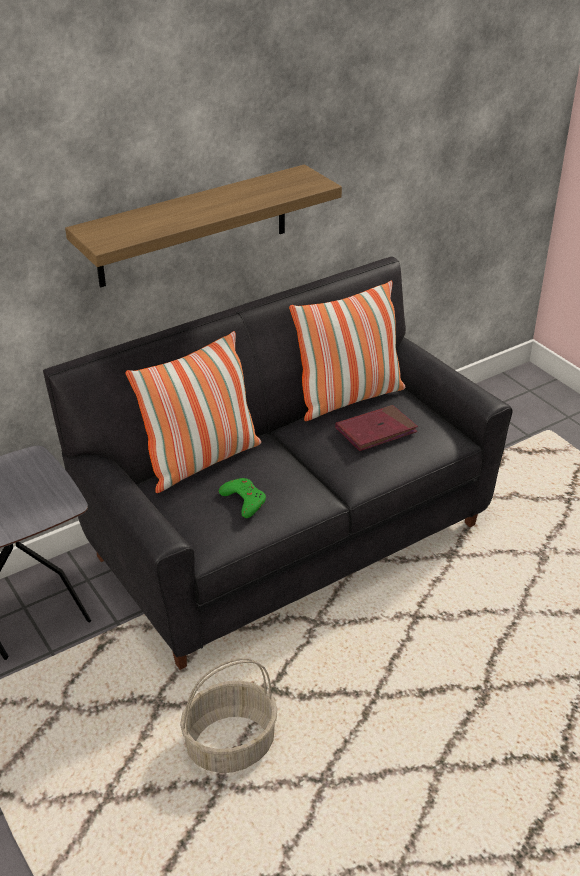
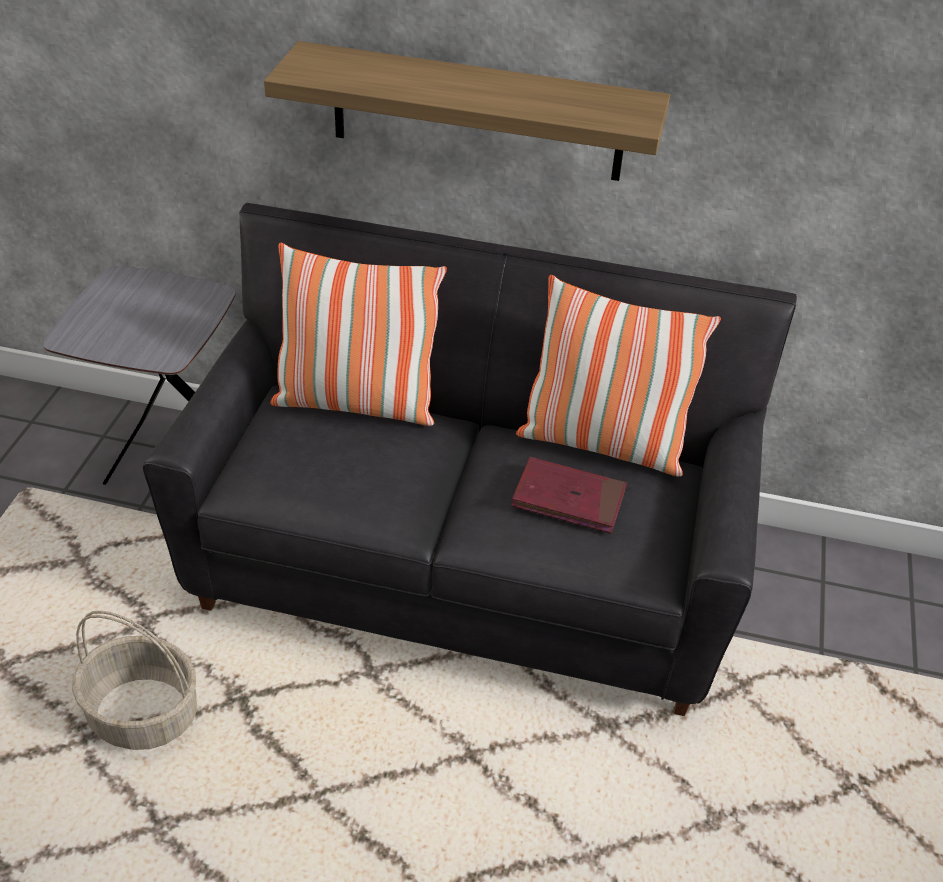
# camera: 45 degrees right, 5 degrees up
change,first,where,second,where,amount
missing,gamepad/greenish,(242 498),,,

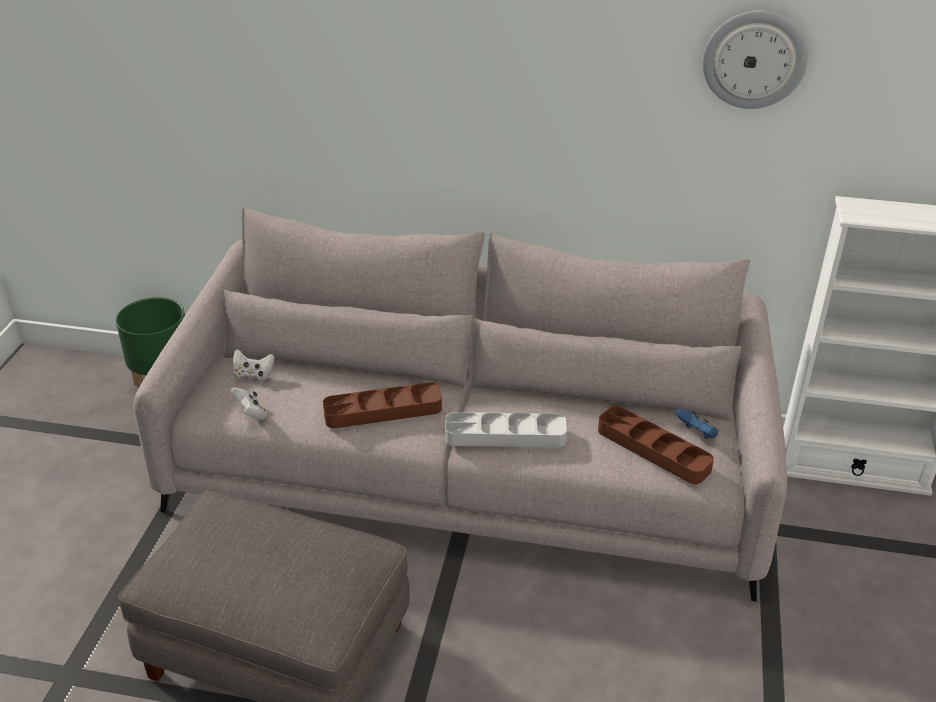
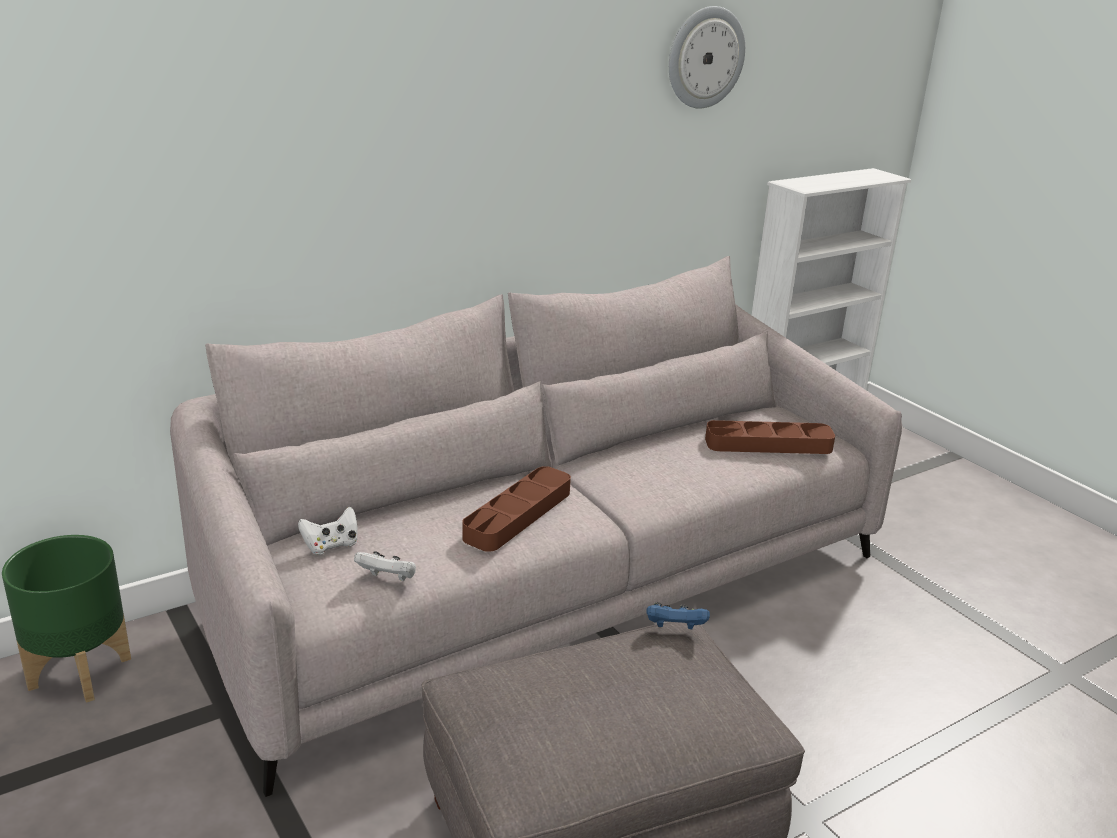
# camera: 45 degrees left, 10 degrees down
change,first,where,second,where,amount
missing,tray/gray,(506 430),,,
relocated,gamepad/bluish,(696 424),,(678 615),

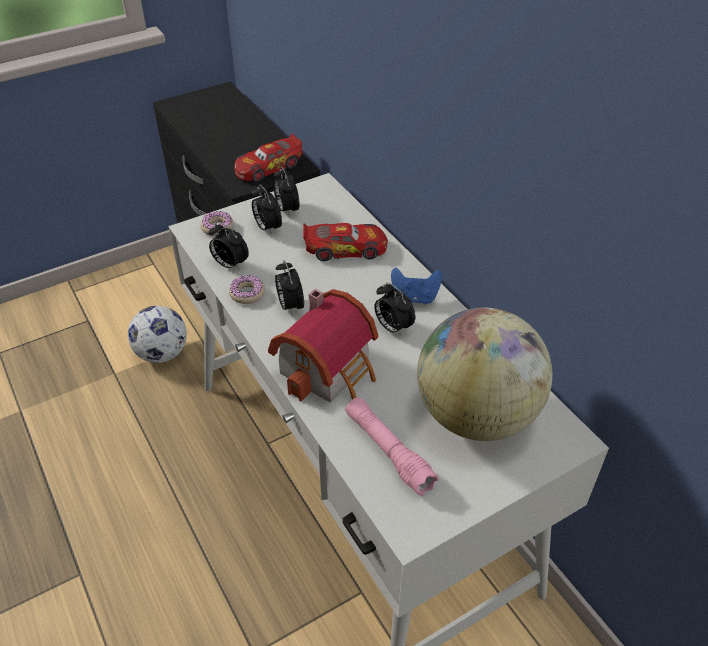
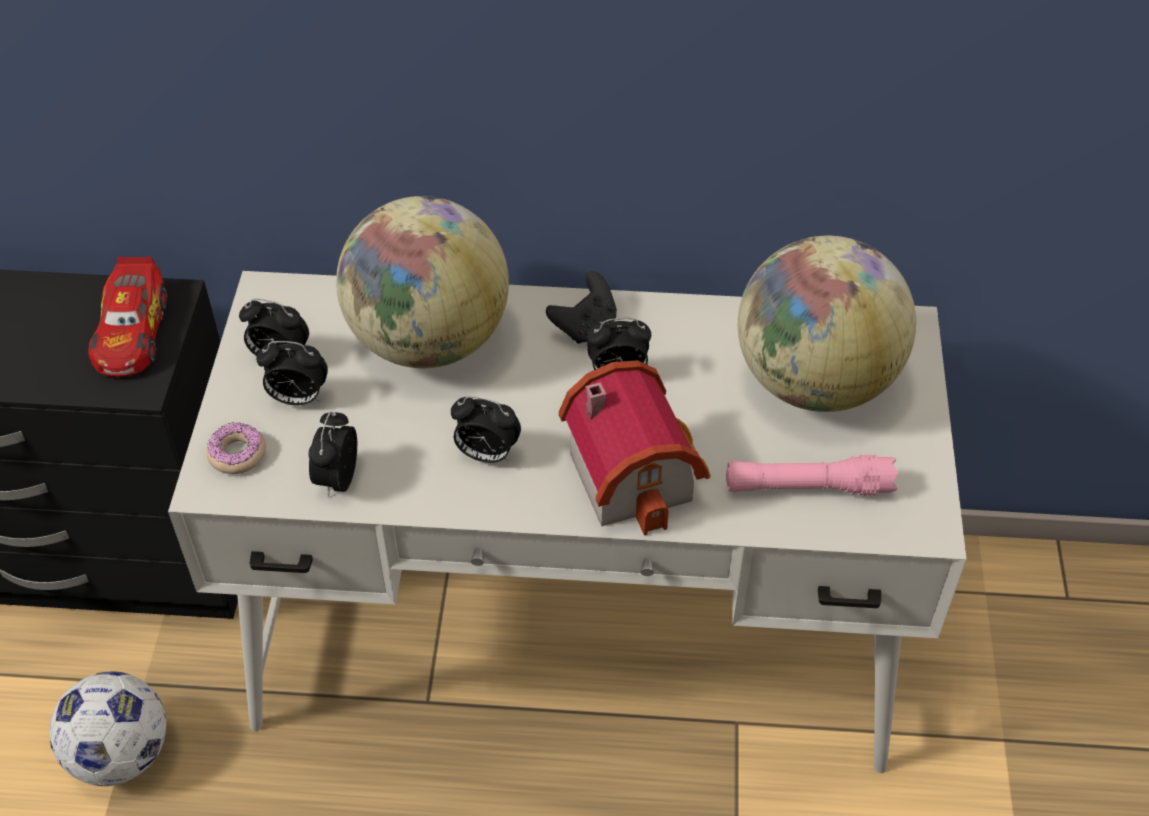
# camera: 55 degrees left, 5 degrees up
change,first,where,second,where,amount
spun,alarm clock,(228 246),,(332 454),120 degrees clockwise
missing,doughnut,(247 289),,,
exchanged,miniature car,(345 242),world globe,(422 282),
colour,gamepad/bluish,(416 286),gamepad/black-coloured,(581 307),

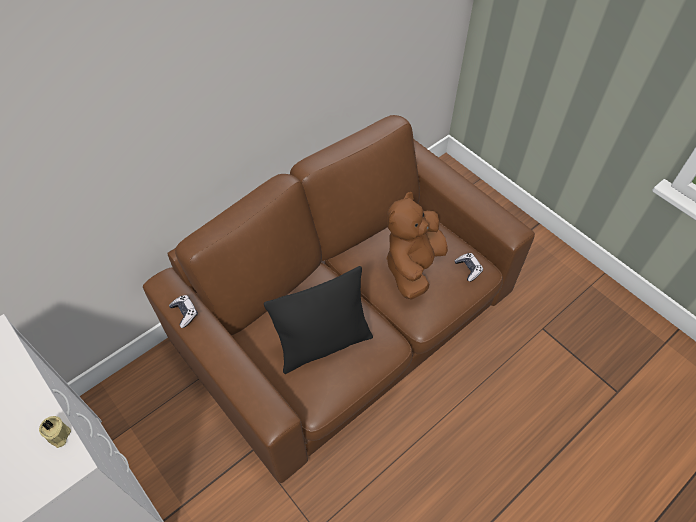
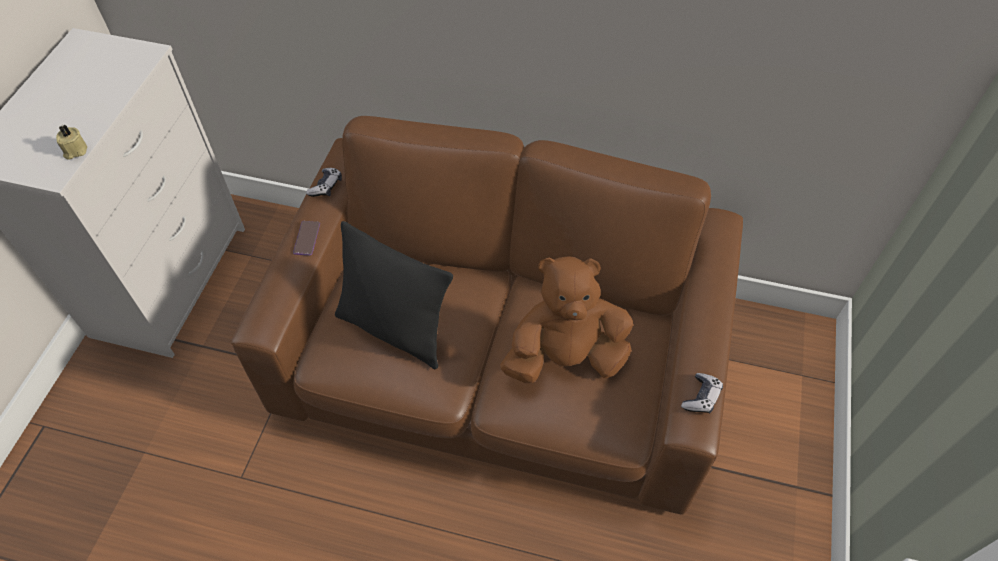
# camera: 55 degrees right, 0 degrees up
change,first,where,second,where,amount
relocated,gamepad,(468 267),,(702 393),
appeared,,,telephone,(306 238),

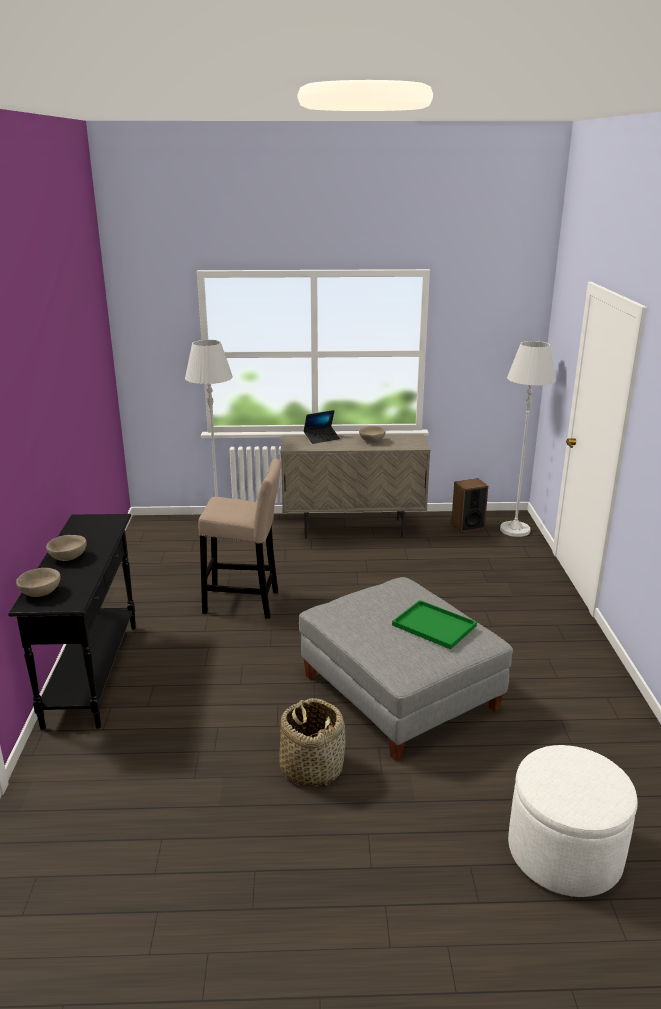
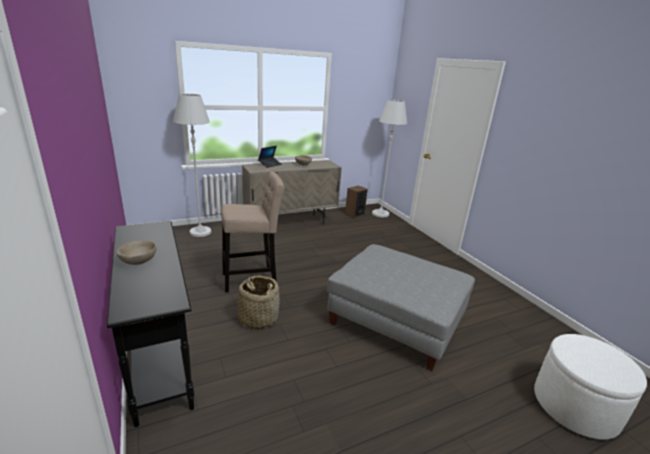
# camera: 25 degrees left, 0 degrees up
change,first,where,second,where,amount
missing,bowl/beige,(38 582),,,
relocated,household basket,(312 742),,(258 302),
missing,tray/greenish,(434 625),,,

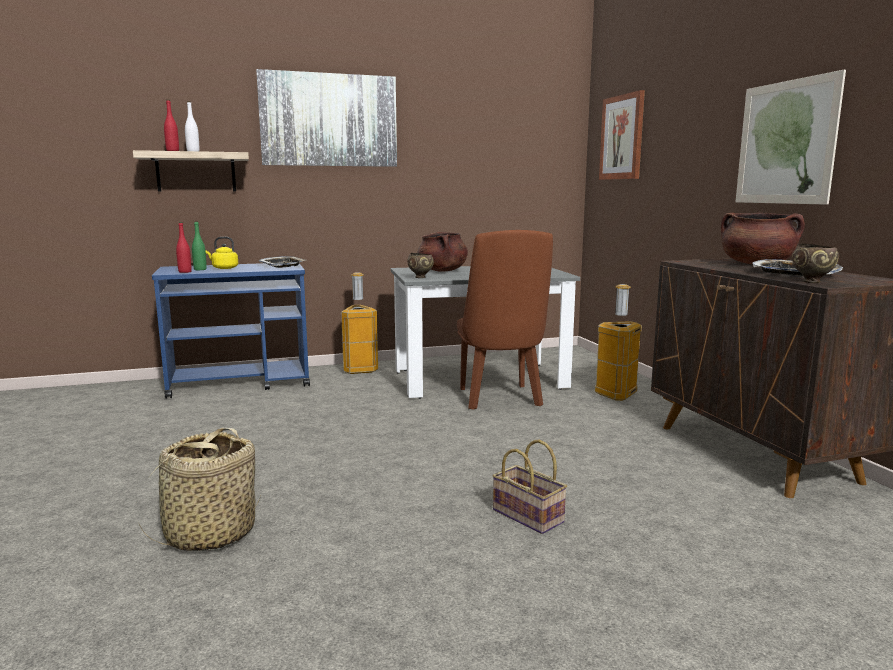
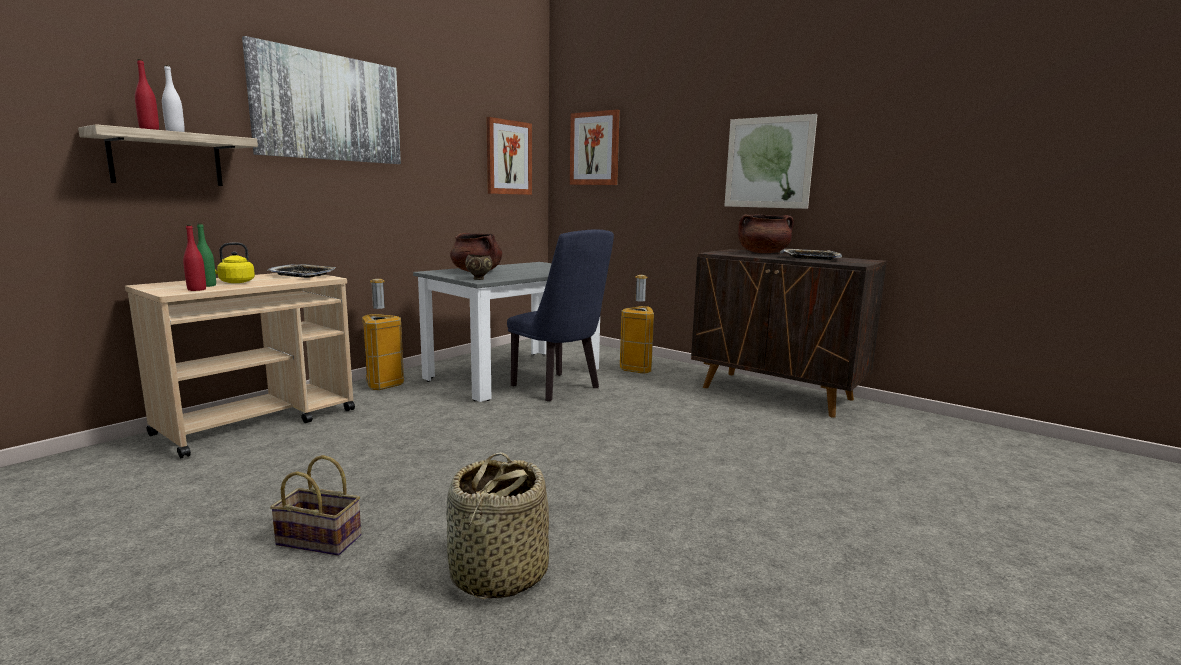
# camera: 35 degrees left, 0 degrees up
change,first,where,second,where,amount
colour,wheeled cart/bluish,(231 331),wheeled cart/beige,(240 365),
colour,plain chair/brown,(505 320),plain chair/bluish,(560 315),
relocated,household basket,(529 487),,(315 505),
missing,bowl/brown,(815 263),,,
appeared,,,wall picture,(509 156),

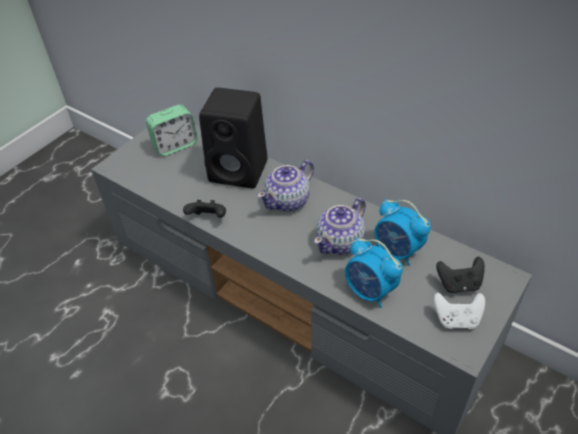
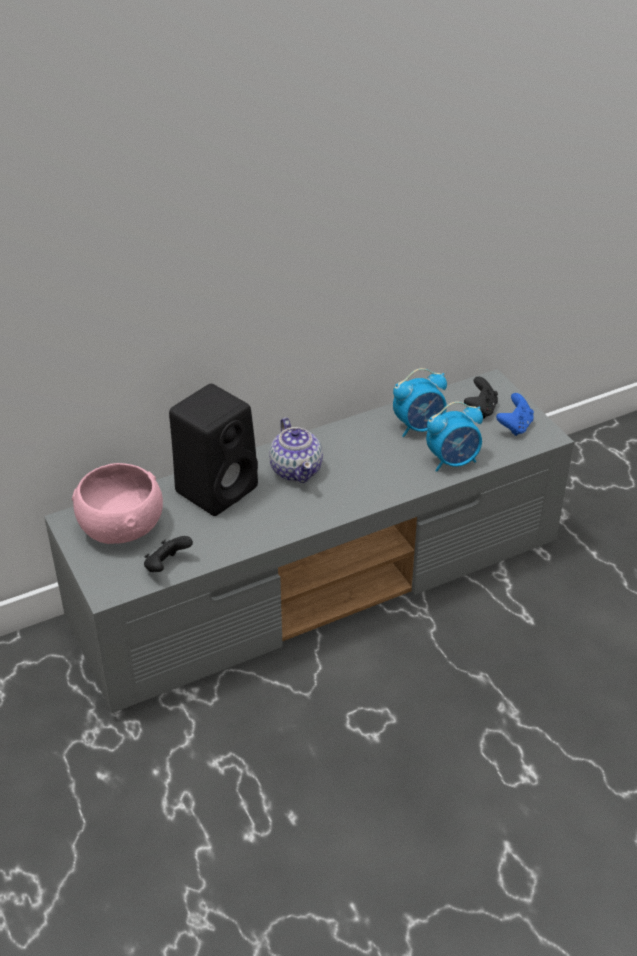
# camera: 65 degrees left, 5 degrees down
change,first,where,second,where,amount
exchanged,alarm clock,(172 130),bowl/pink-coloured,(117 503),
relocated,gamepad/black-coloured,(204 209),,(168 554),
missing,pot for tea,(340 226),,,
colour,gamepad/white,(459 310),gamepad/bluish,(515 414),

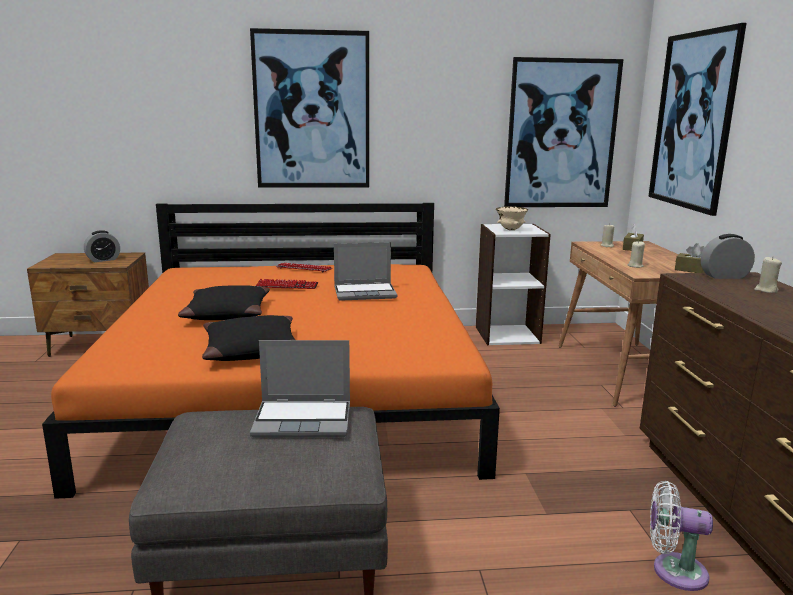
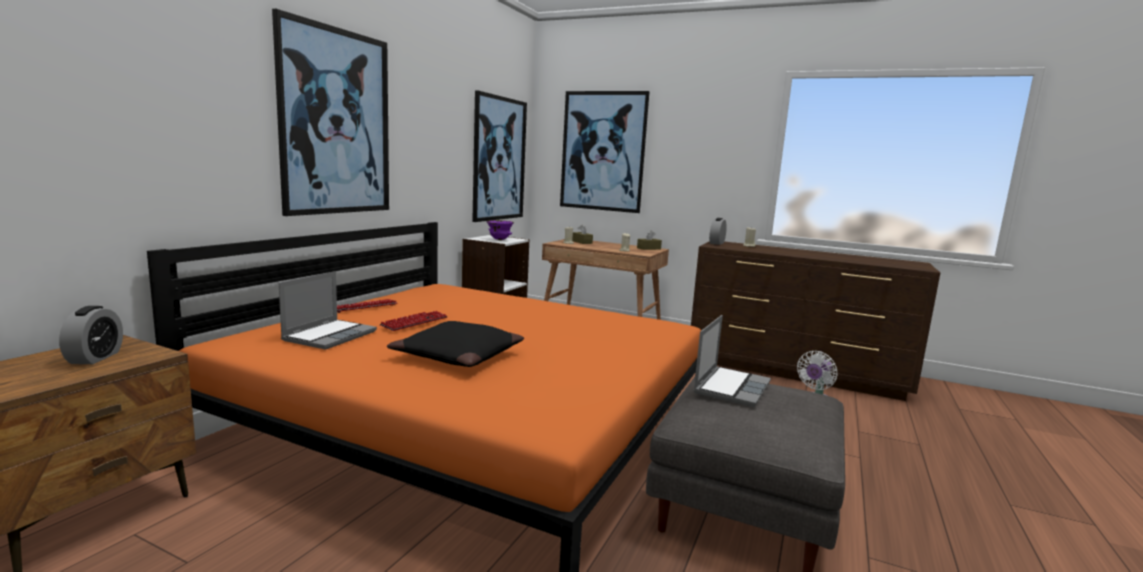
# camera: 60 degrees left, 5 degrees down
change,first,where,second,where,amount
missing,cushion/black-coloured,(248 338),,,
relocated,laptop,(365 271),,(328 310),
colour,bowl/beige,(512 218),bowl/purplish,(500 230),

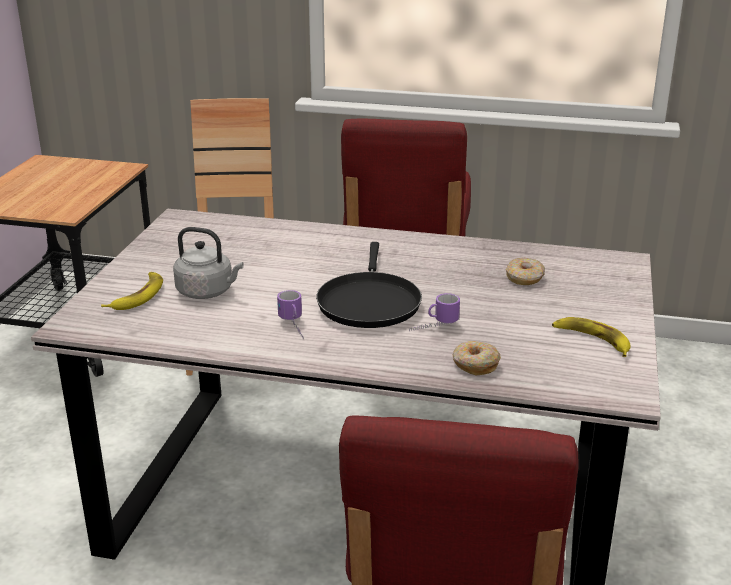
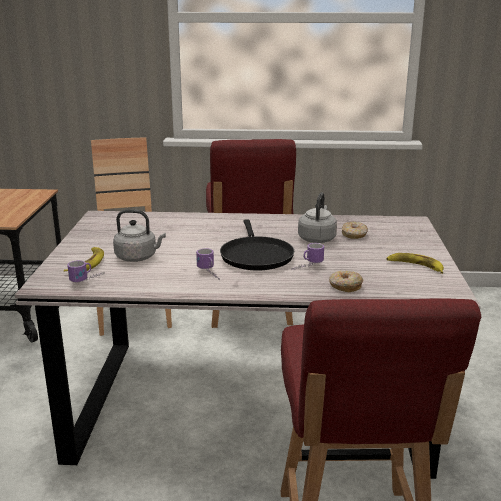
# camera: 10 degrees left, 5 degrees down
change,first,where,second,where,amount
appeared,,,mug,(86 271),
appeared,,,water kettle/gray,(317 217),

